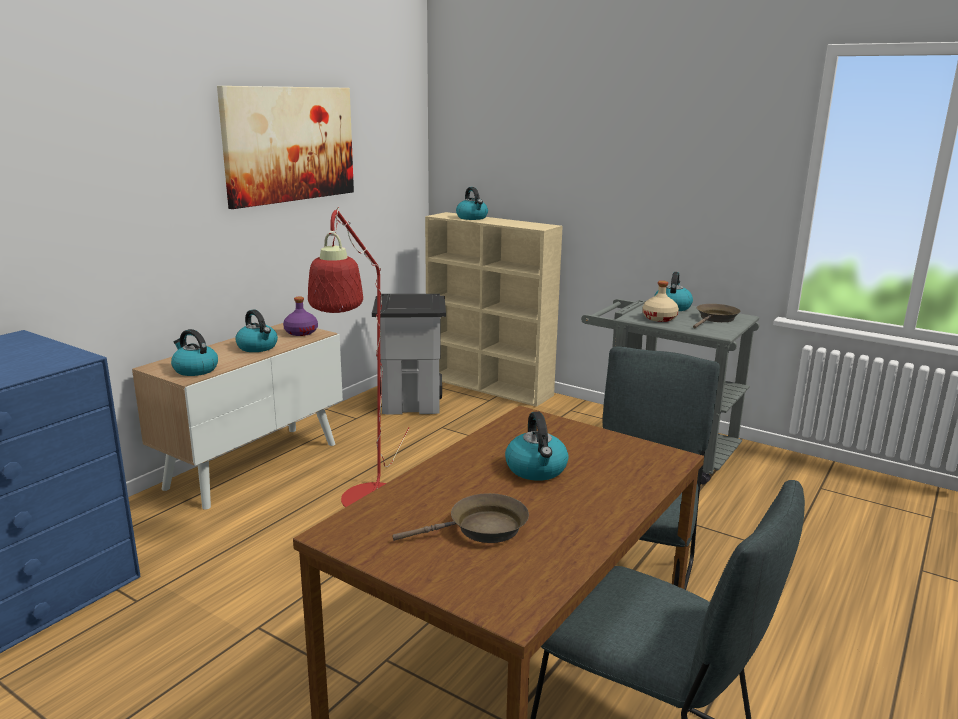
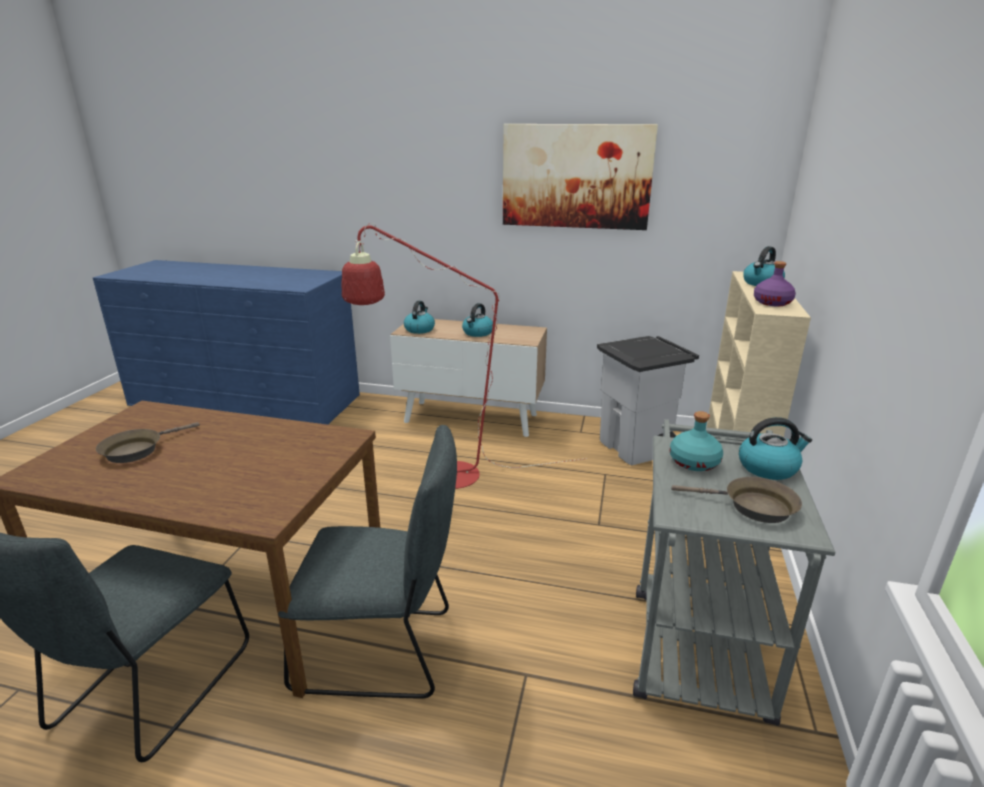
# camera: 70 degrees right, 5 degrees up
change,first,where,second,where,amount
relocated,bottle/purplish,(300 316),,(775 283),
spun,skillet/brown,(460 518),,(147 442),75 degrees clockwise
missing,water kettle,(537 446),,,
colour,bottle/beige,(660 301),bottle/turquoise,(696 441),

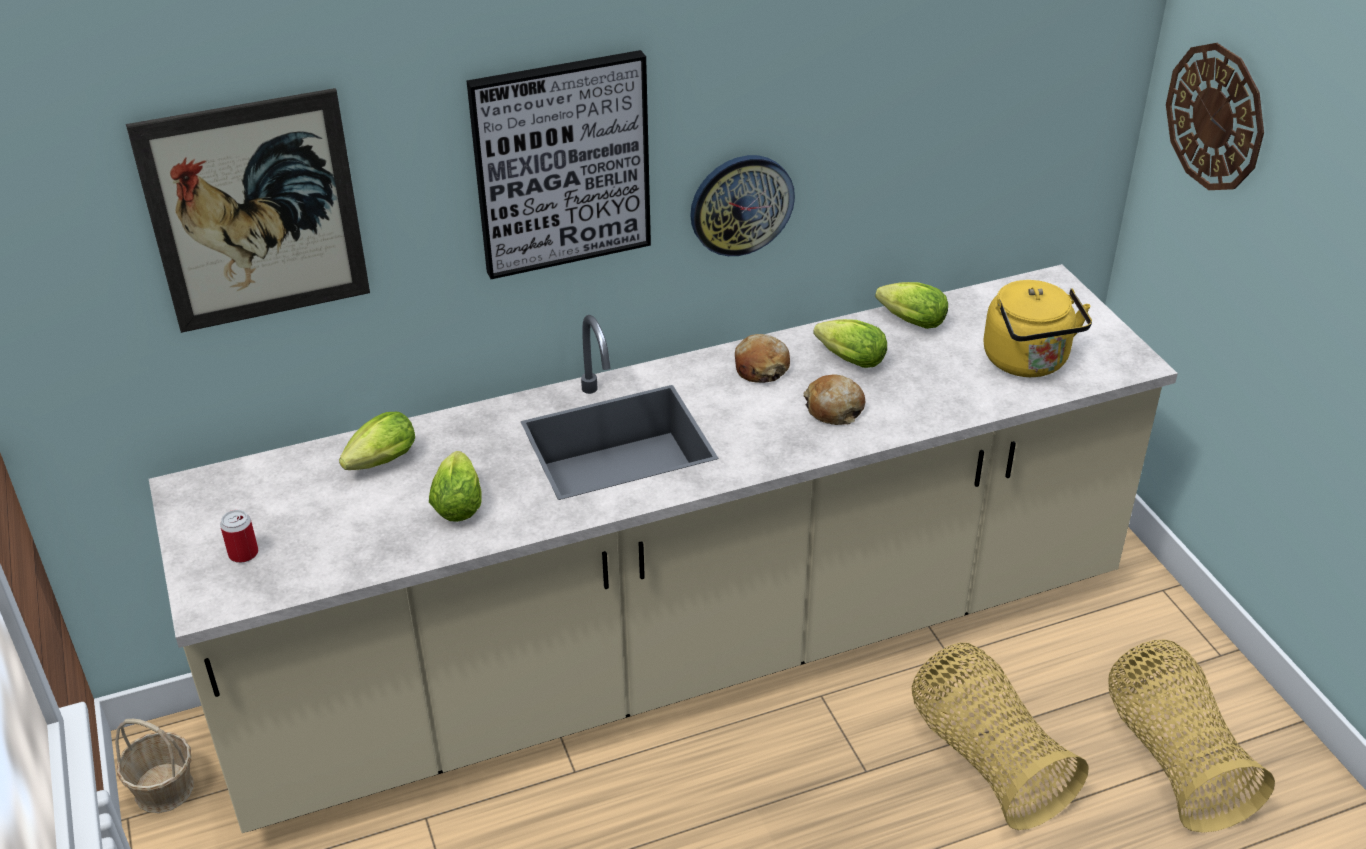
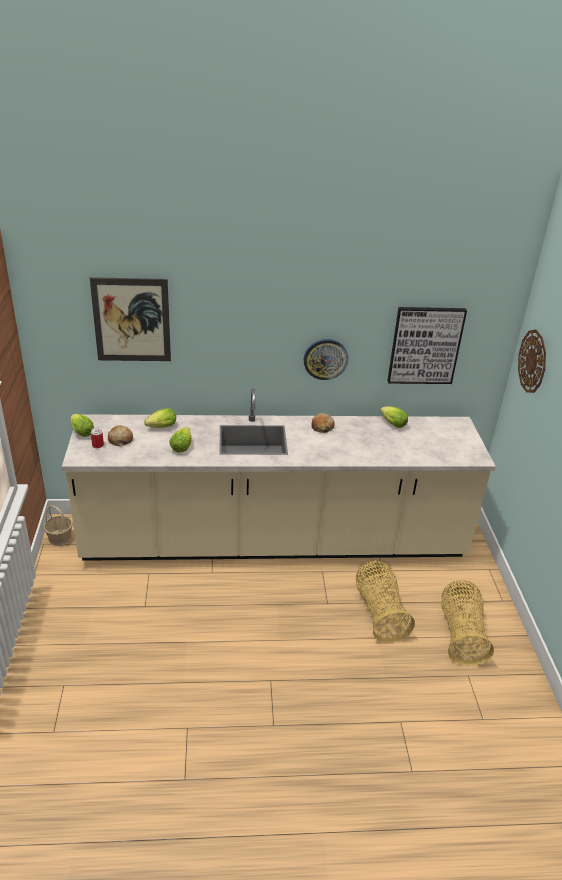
# camera: 15 degrees right, 5 degrees down
change,first,where,second,where,amount
relocated,wall picture,(559 164),,(427 345),
relocated,bread,(835 399),,(120 436),
relocated,lettuce head,(850 343),,(82 425),
missing,water kettle/yellow,(1038 328),,,

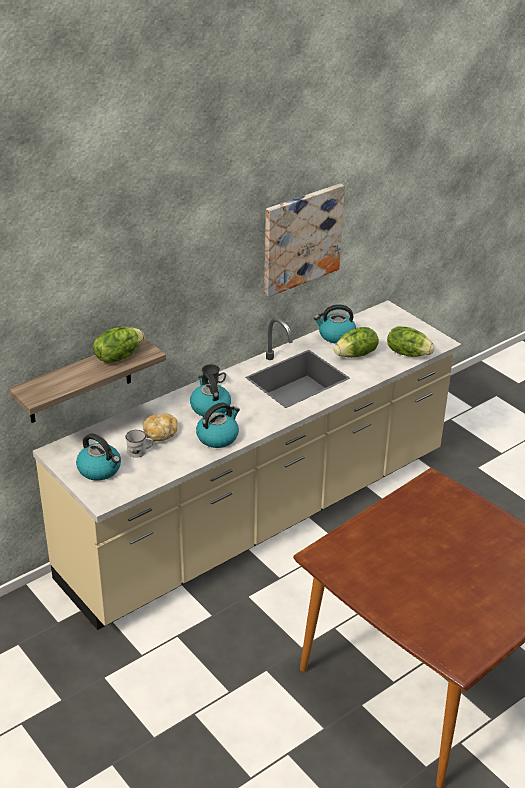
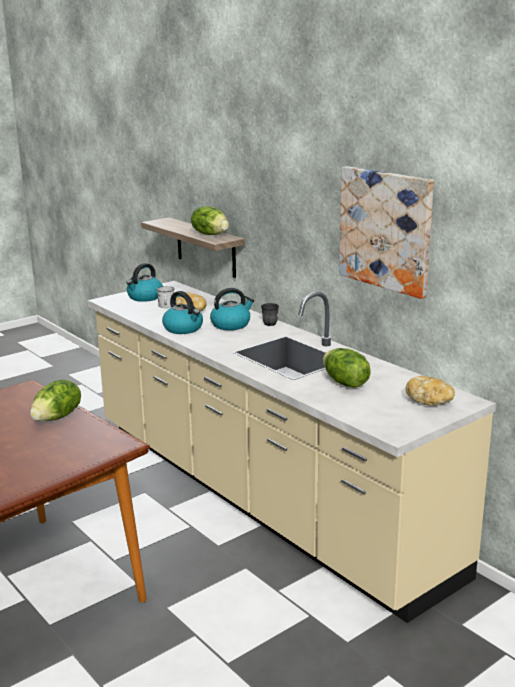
# camera: 90 degrees right, 15 degrees down
change,first,where,second,where,amount
missing,water kettle,(335 324),,,
relocated,lettuce head,(410 341),,(55 400),
appeared,,,bread,(430 391),

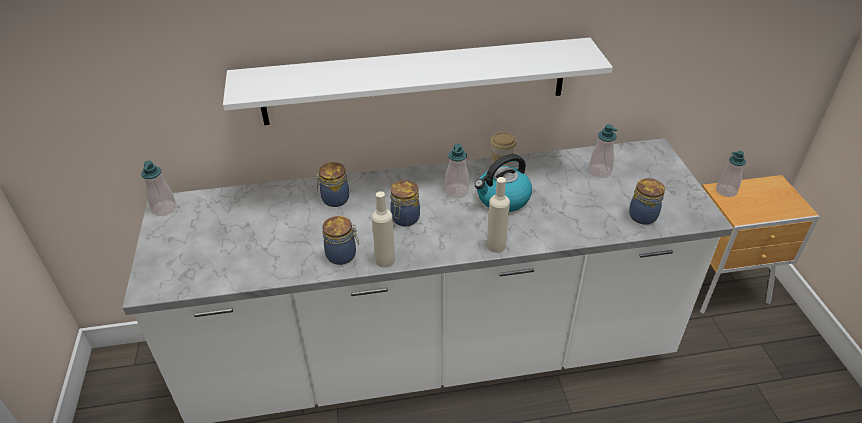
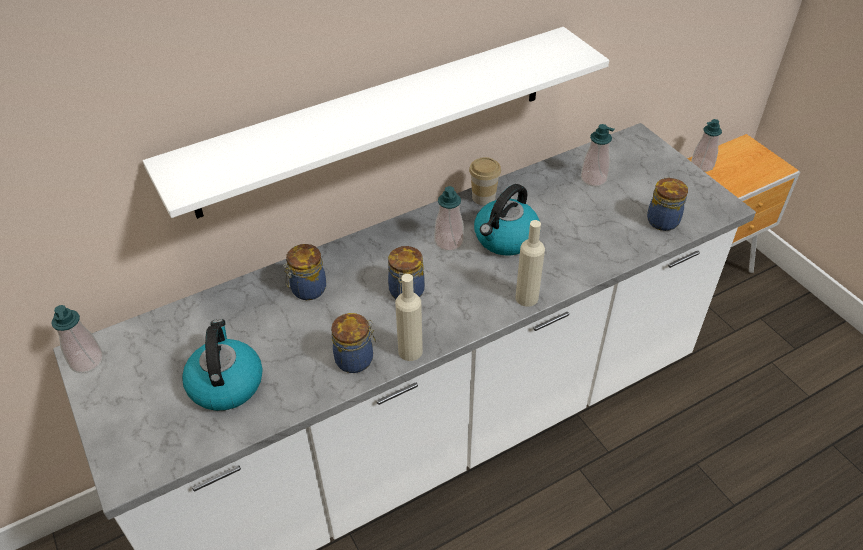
# camera: 20 degrees left, 5 degrees up
change,first,where,second,where,amount
appeared,,,water kettle,(222 365),

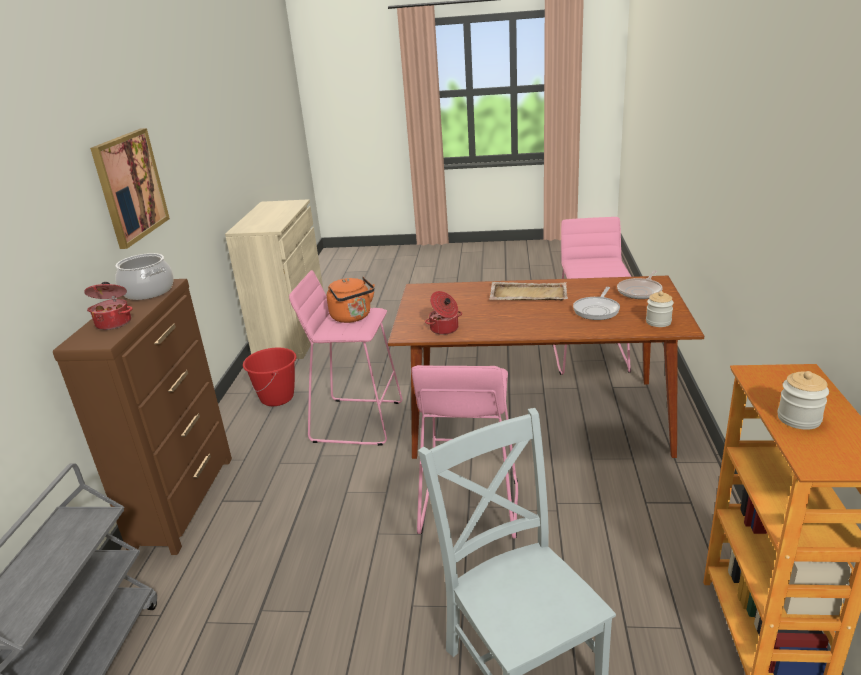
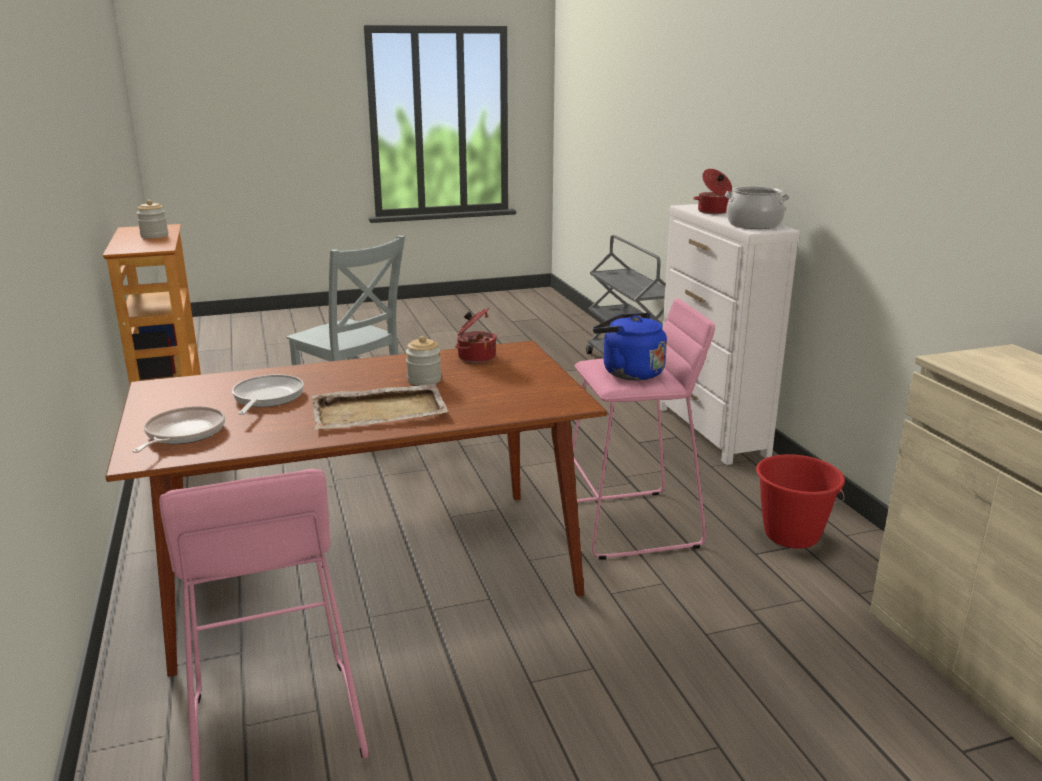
# camera: 155 degrees right, 5 degrees down
change,first,where,second,where,amount
colour,chest of drawers/brown,(142 417),chest of drawers/white,(730 334),
missing,wall picture,(130 188),,,
colour,water kettle/orange-coloured,(351 300),water kettle/bluish,(630 347),
missing,stool seat/pink-coloured,(464 452),,,
relocated,storage jar,(660 309),,(423 361),

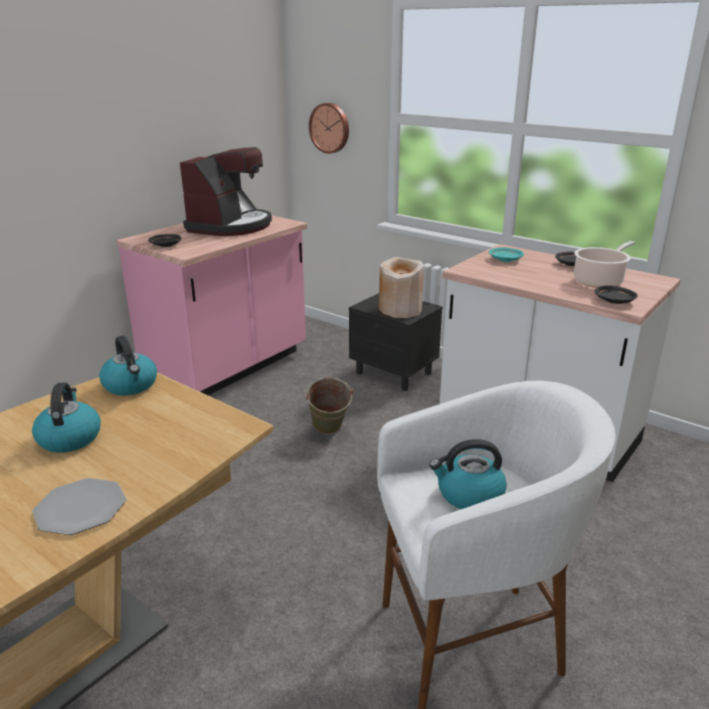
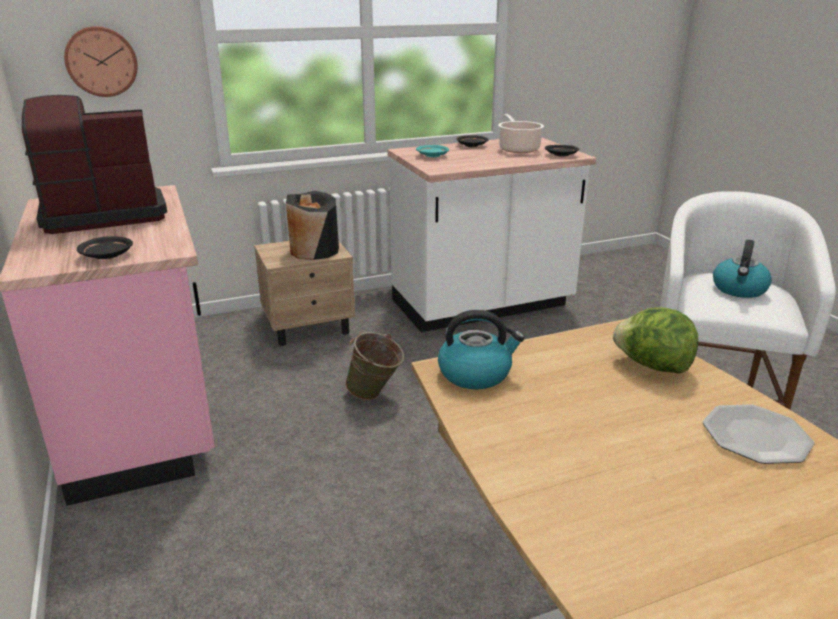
# camera: 60 degrees left, 0 degrees up
change,first,where,second,where,amount
missing,water kettle,(66 417),,,
spun,coffee machine,(226 191),,(94 164),75 degrees counterclockwise
colour,night table/black-coloured,(396 342),night table/beige,(304 293),
colour,decorative vase/beige,(401 287),decorative vase/black-coloured,(312 225),
appeared,,,lettuce head,(655 340),

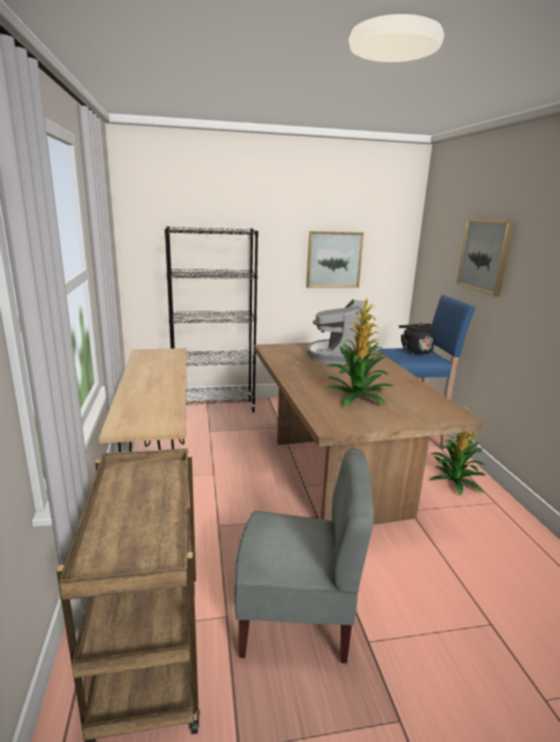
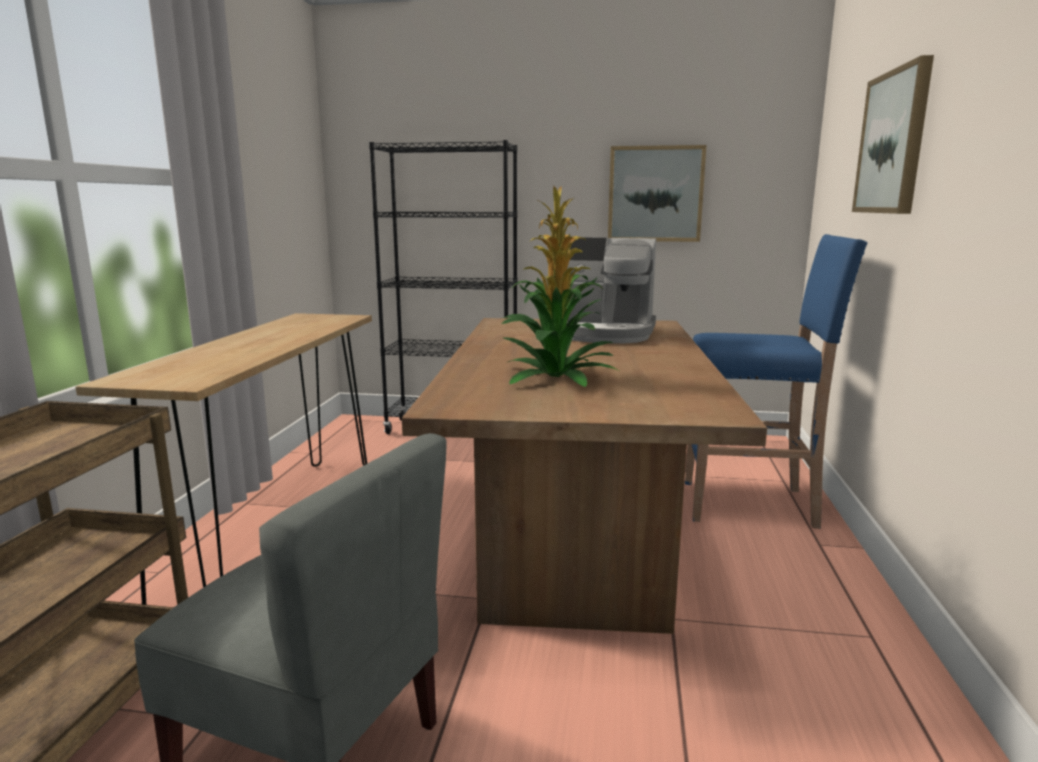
# camera: 20 degrees right, 5 degrees down
change,first,where,second,where,amount
spun,coffee machine,(336 332),,(611 290),105 degrees counterclockwise
missing,water kettle/black-coloured,(417 338),,,
missing,potted plant,(457 451),,,

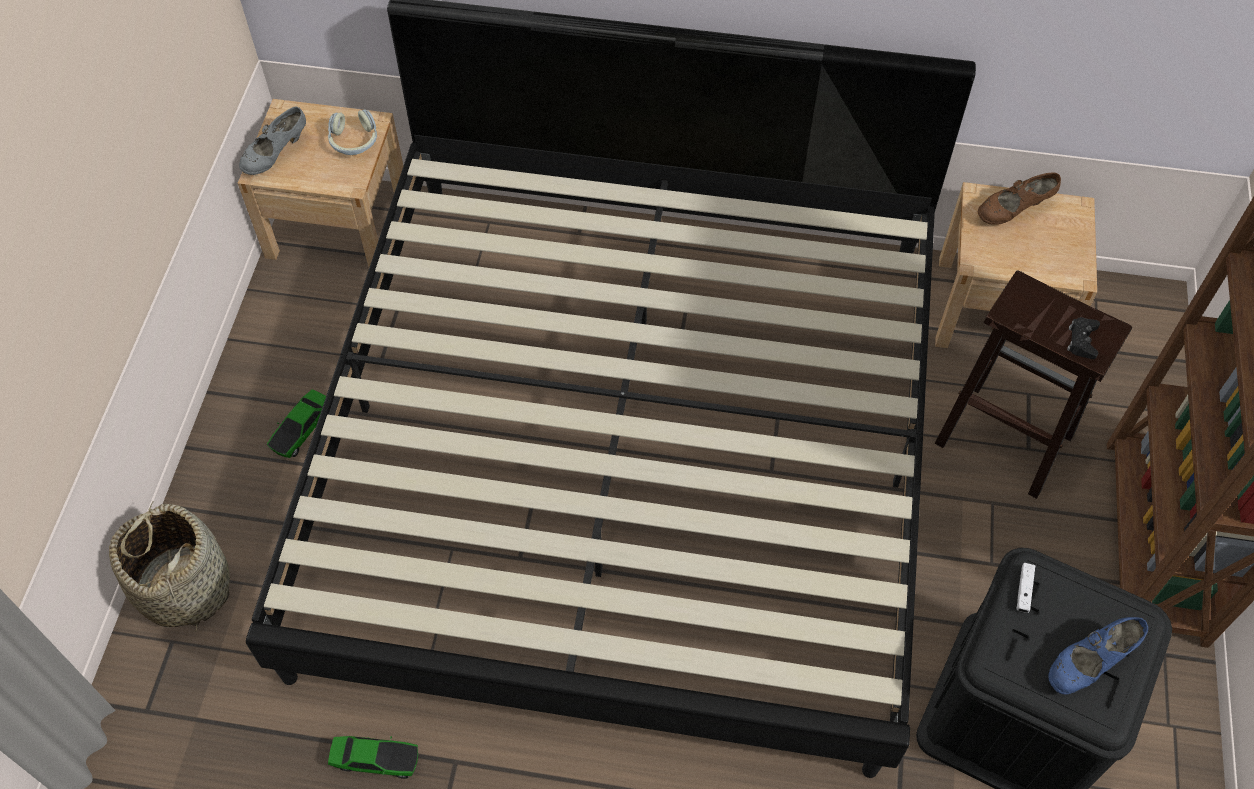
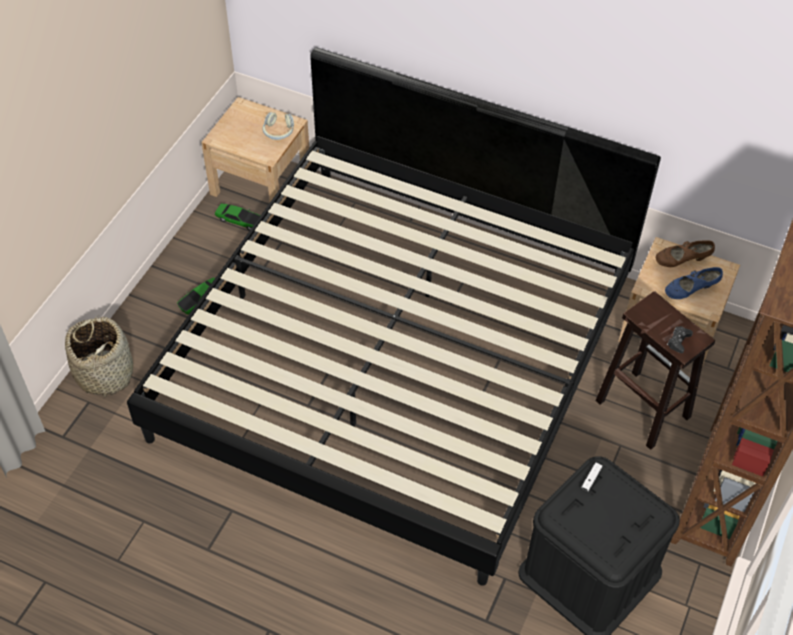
# camera: 15 degrees right, 5 degrees down
change,first,where,second,where,amount
missing,low shoe/gray,(272 141),,,
relocated,miniature car,(373 757),,(237 217),
relocated,low shoe/bluish,(1098 656),,(694 283),

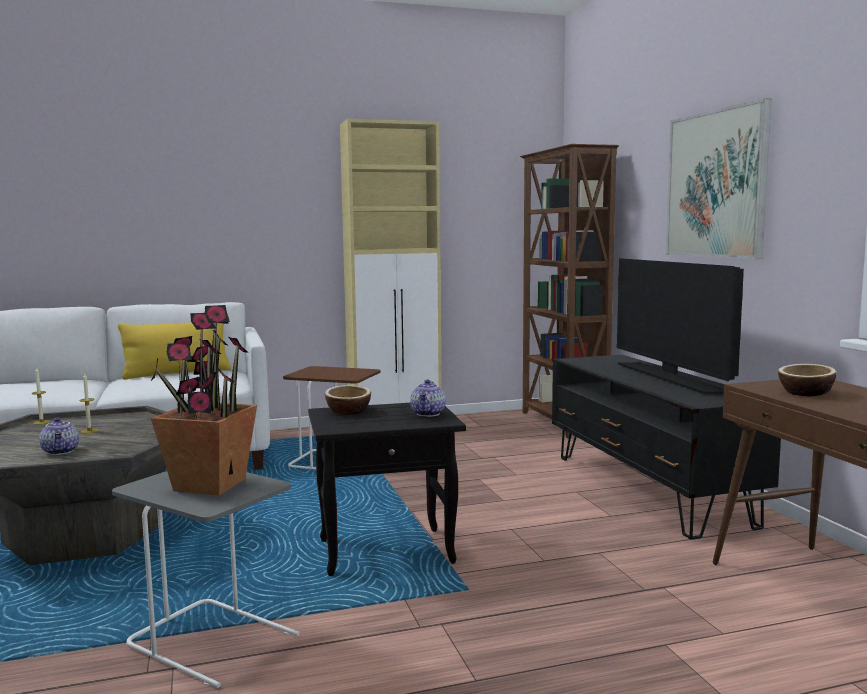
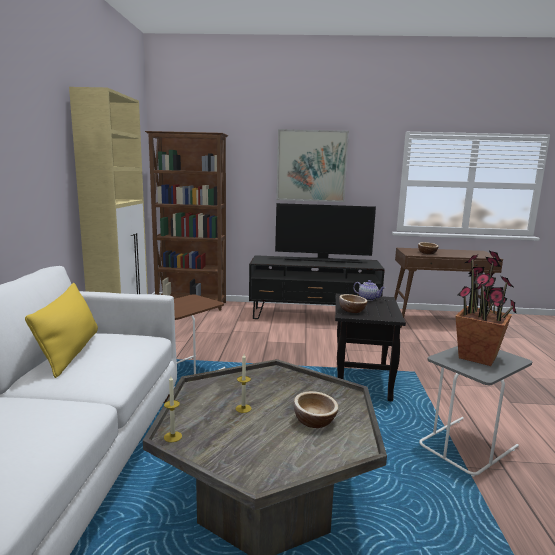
# camera: 70 degrees left, 5 degrees up
change,first,where,second,where,amount
exchanged,pot for tea,(59 436),bowl,(316 409),

